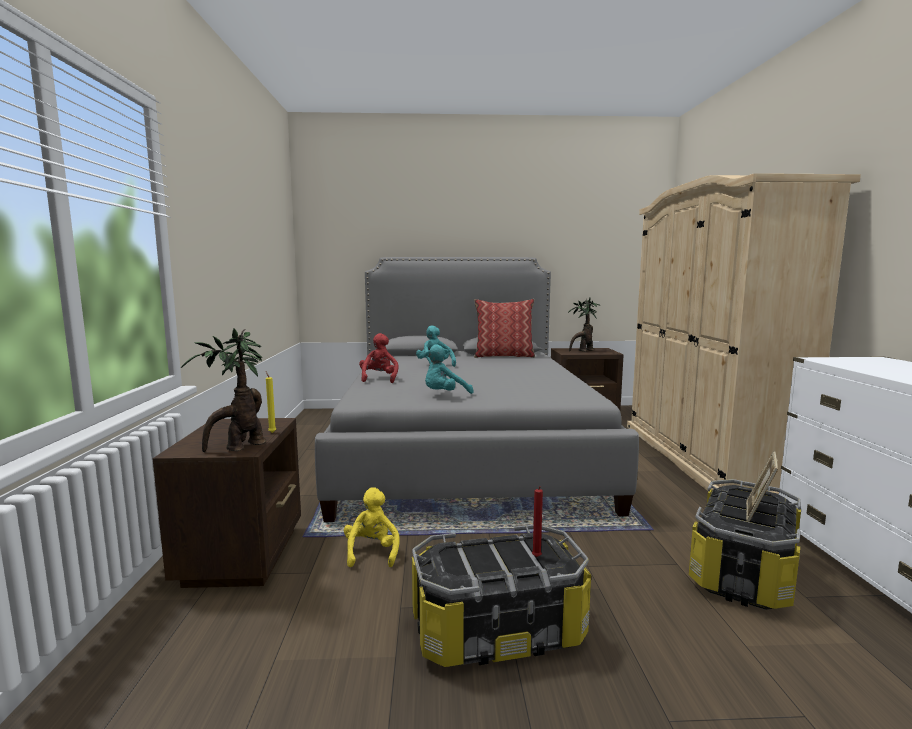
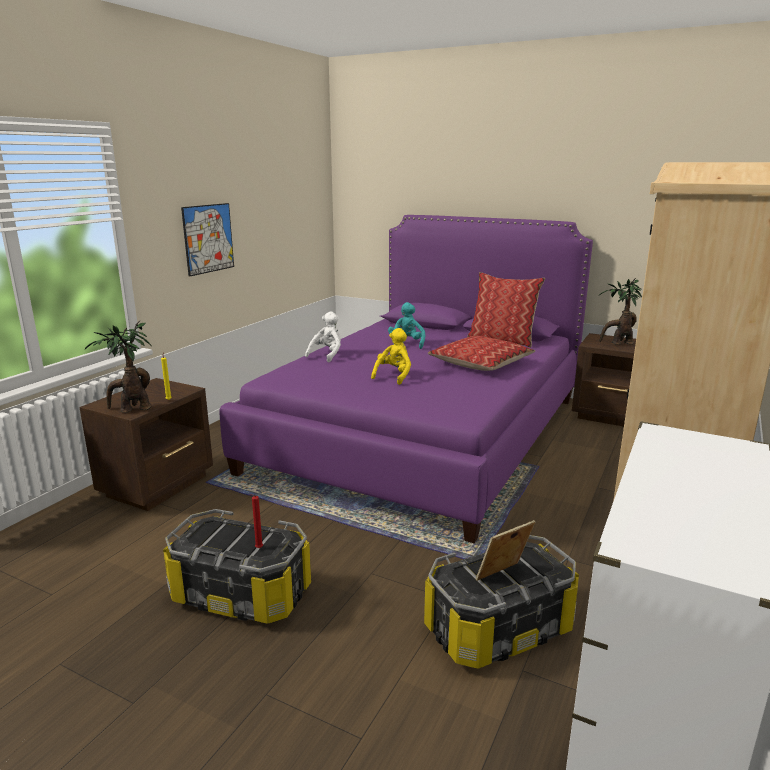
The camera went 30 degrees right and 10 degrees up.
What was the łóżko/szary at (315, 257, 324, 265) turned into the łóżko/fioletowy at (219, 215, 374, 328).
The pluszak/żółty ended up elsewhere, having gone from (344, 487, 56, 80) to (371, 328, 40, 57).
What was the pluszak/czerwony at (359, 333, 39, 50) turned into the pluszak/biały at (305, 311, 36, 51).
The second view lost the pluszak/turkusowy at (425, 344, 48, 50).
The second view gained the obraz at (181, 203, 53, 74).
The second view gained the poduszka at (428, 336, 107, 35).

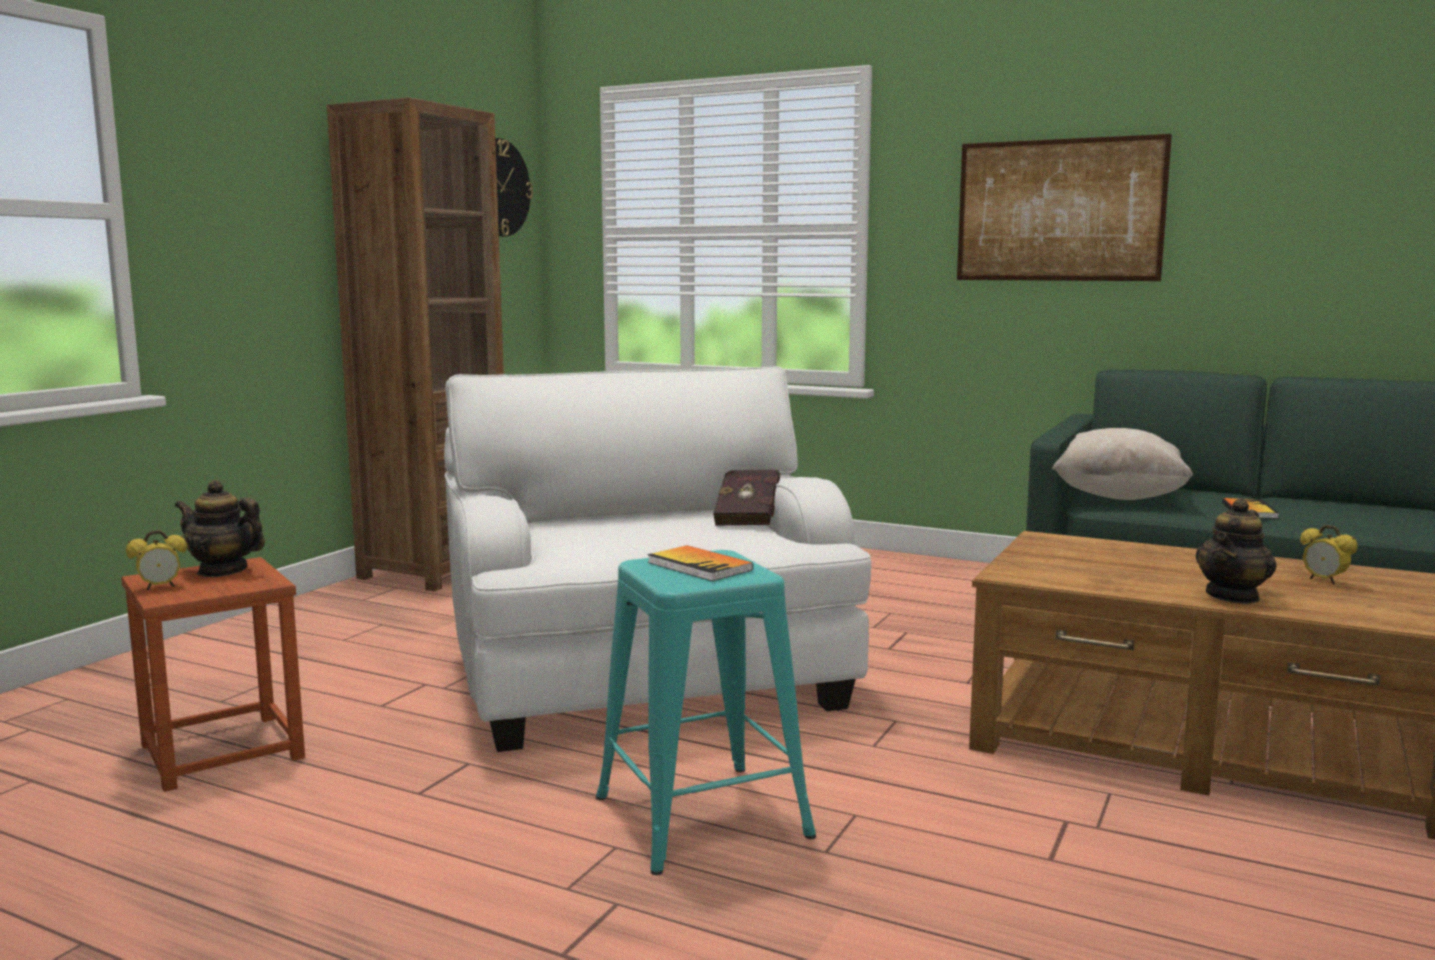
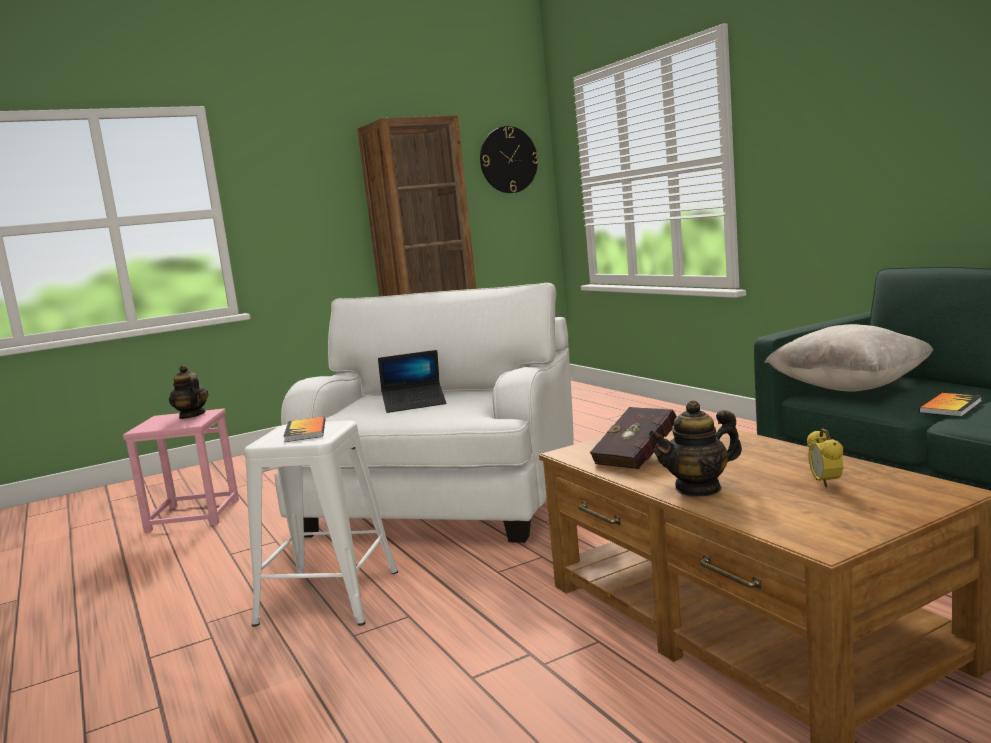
The camera went 35 degrees right and 0 degrees up.
What was the stołek/brązowy at (121, 557, 184, 235) turned into the stołek/różowy at (123, 409, 116, 124).
The second view lost the budzik at (126, 530, 61, 60).
What was the stołek/turkusowy at (596, 550, 220, 325) turned into the stołek/biały at (244, 420, 154, 207).
The książka/czerwony ended up elsewhere, having gone from (713, 470, 67, 56) to (590, 407, 87, 62).
The second view lost the obraz at (957, 134, 215, 147).
The second view gained the laptop at (378, 350, 68, 63).

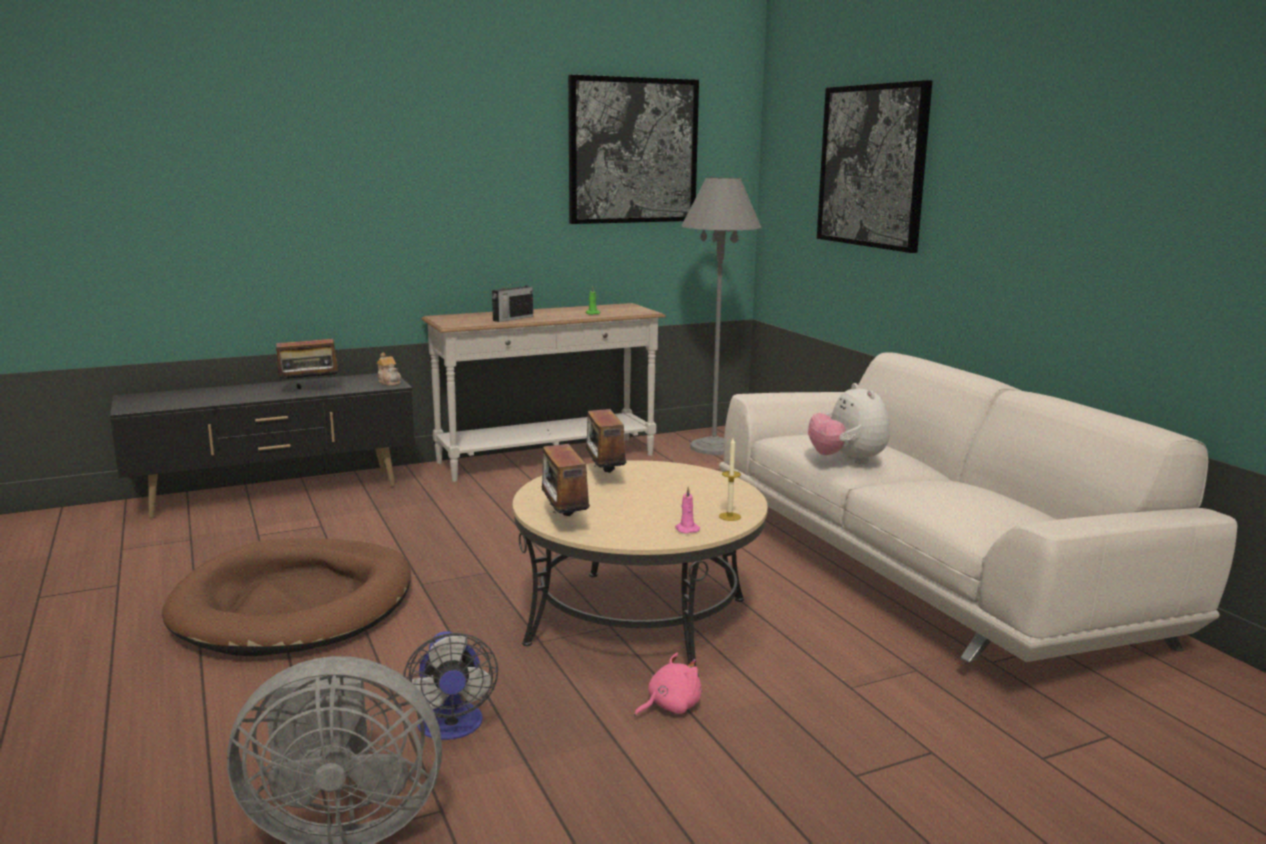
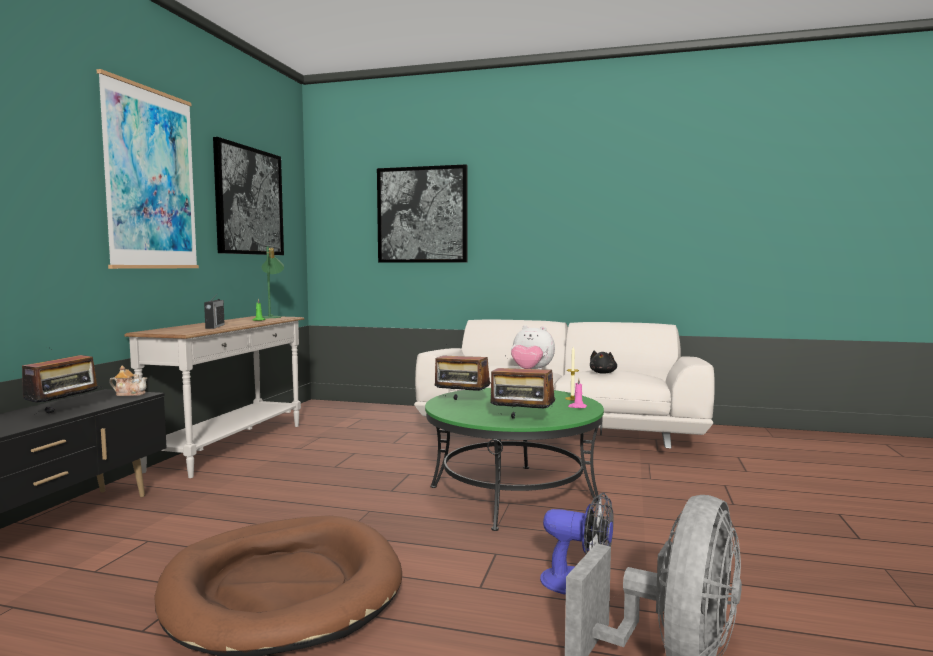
The camera went 50 degrees left and 10 degrees down.
What was the ława/beżowy at (513, 460, 255, 217) turned into the ława/zielony at (425, 388, 179, 143).
The second view lost the pluszak/różowy at (634, 653, 68, 64).
The second view lost the lampa stojąca/szary at (681, 178, 81, 277).
The second view gained the obraz at (96, 69, 103, 200).
The second view gained the lampa stołowa/zielony at (262, 247, 22, 71).
The second view gained the pluszak/czarny at (590, 351, 27, 23).

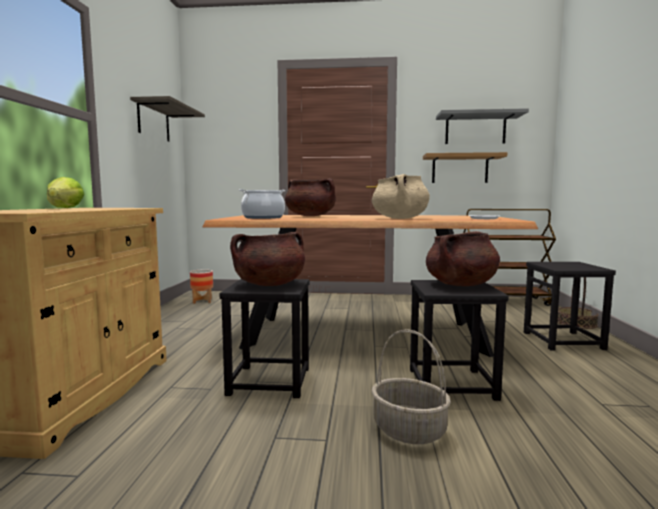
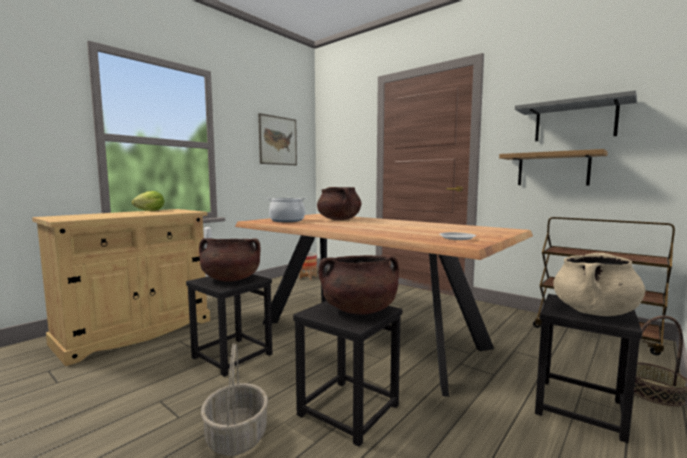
The camera went 35 degrees right and 0 degrees up.
Where the półka hung at (130, 96, 75, 46), the obraz came to hang at (258, 113, 39, 52).
The garnek/beżowy ended up elsewhere, having gone from (372, 174, 58, 45) to (553, 253, 92, 63).

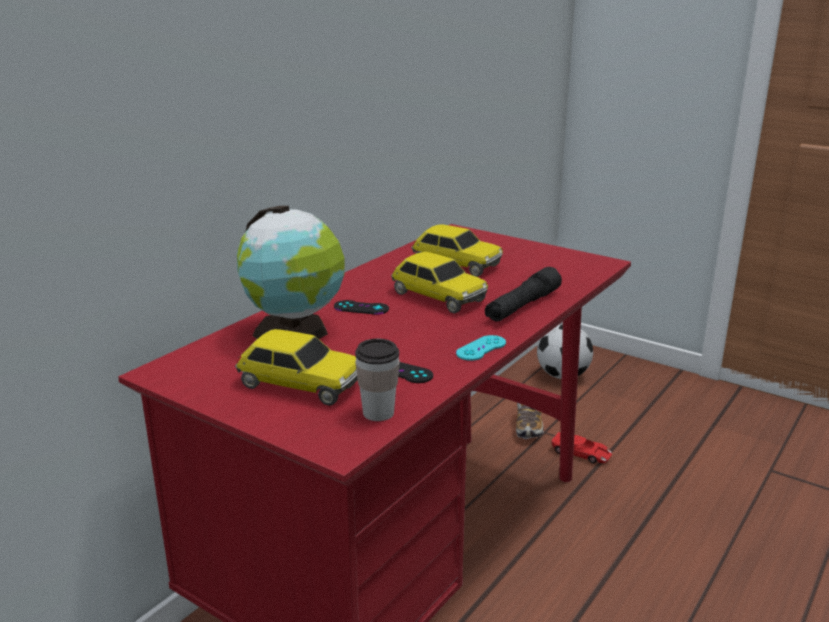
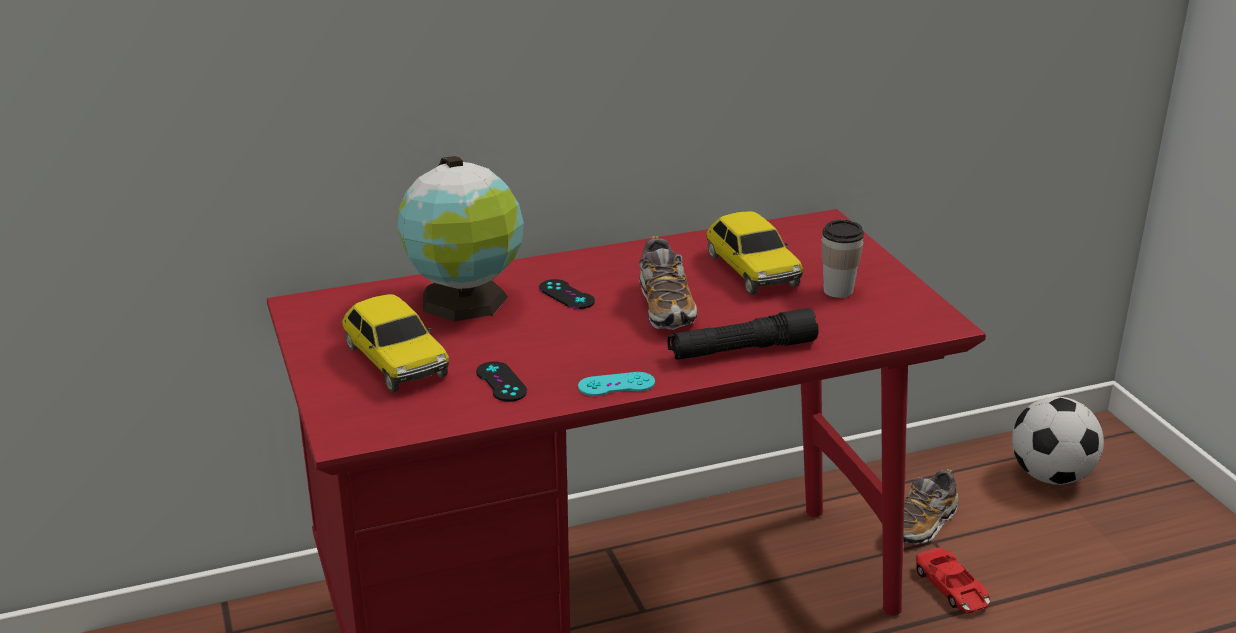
The camera went 35 degrees right and 5 degrees up.
The filiżanka ended up elsewhere, having gone from (355, 339, 45, 82) to (822, 220, 42, 78).
Where the samochodzik stood at (391, 252, 97, 62), the but came to stand at (639, 236, 58, 94).

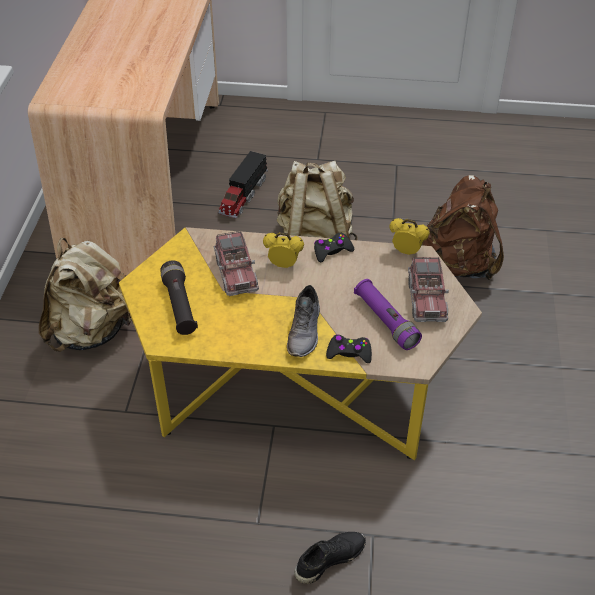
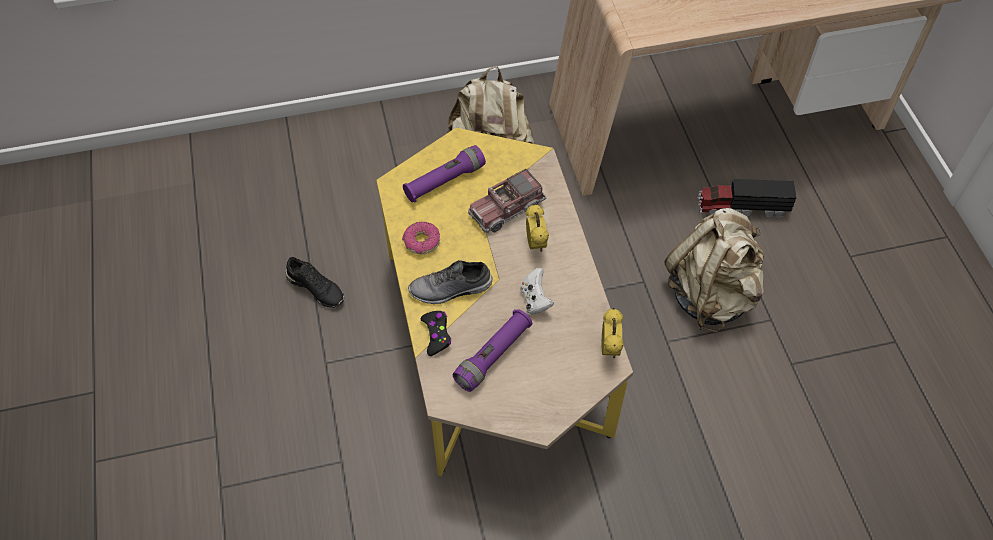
The camera went 70 degrees right and 10 degrees up.
What was the latarka/czarny at (161, 260, 37, 75) turned into the latarka/fioletowy at (403, 145, 83, 58).
The but/czarny ended up elsewhere, having gone from (294, 532, 72, 52) to (285, 257, 59, 51).
The second view lost the pad do gier/czarny at (314, 233, 40, 29).
The second view lost the ciężarówka zabawkowa at (408, 257, 41, 65).
The second view lost the plecak/brązowy at (422, 175, 82, 105).
The second view gained the donut at (402, 222, 38, 32).
The second view gained the pad do gier/biały at (520, 268, 34, 47).

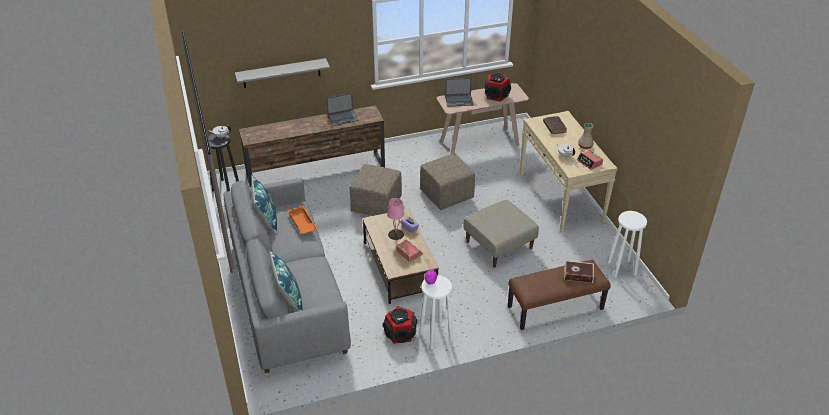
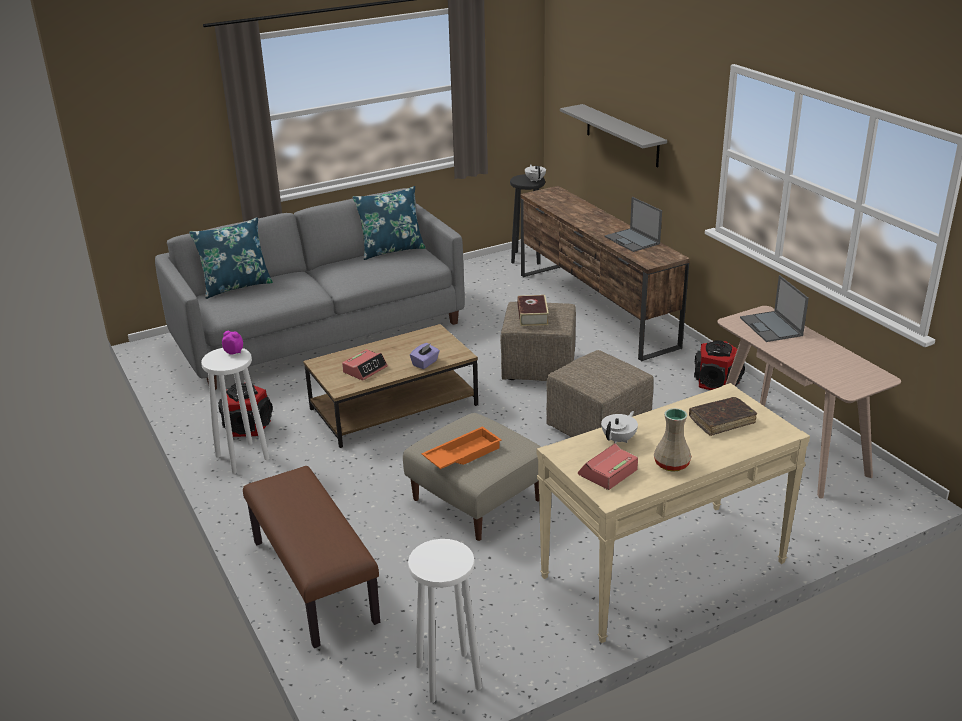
The camera went 80 degrees right and 10 degrees down.
The taca/pomarańczowy ended up elsewhere, having gone from (288, 206, 30, 28) to (421, 426, 80, 43).
The second view lost the lampa stołowa/różowy at (387, 198, 17, 42).
The głośnik ended up elsewhere, having gone from (485, 73, 26, 29) to (694, 340, 51, 50).
The książka ended up elsewhere, having gone from (564, 261, 30, 22) to (517, 295, 32, 31).

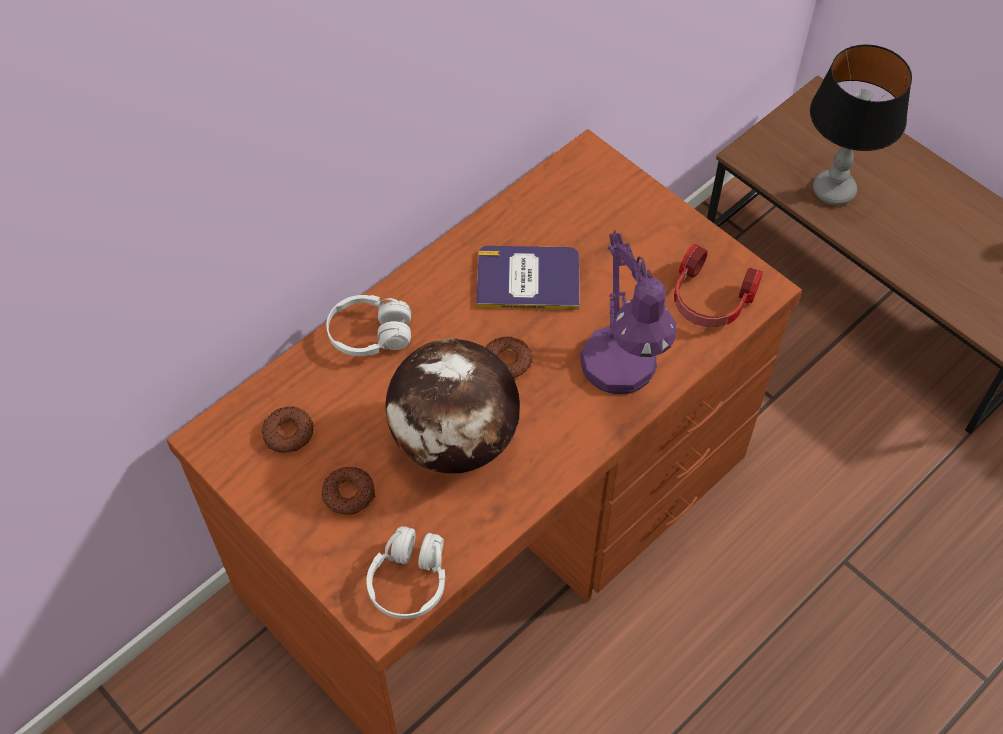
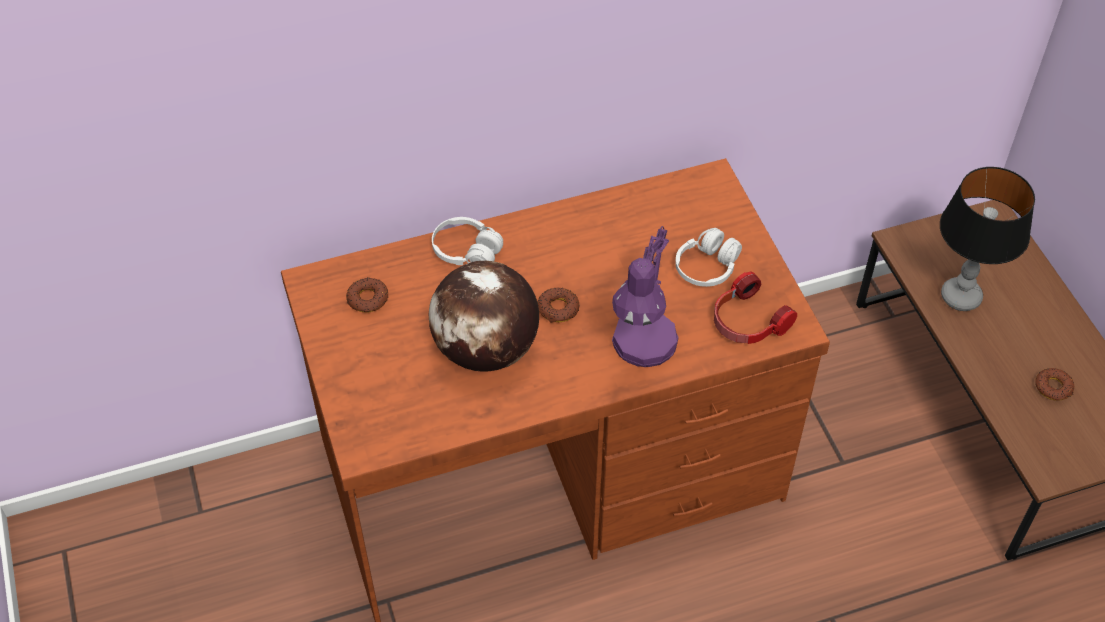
The camera went 25 degrees right and 5 degrees down.
The donut ended up elsewhere, having gone from (322, 467, 53, 48) to (1035, 368, 39, 33).
The słuchawki/biały ended up elsewhere, having gone from (366, 526, 79, 93) to (675, 228, 67, 59).
The second view lost the książka at (477, 246, 103, 64).

